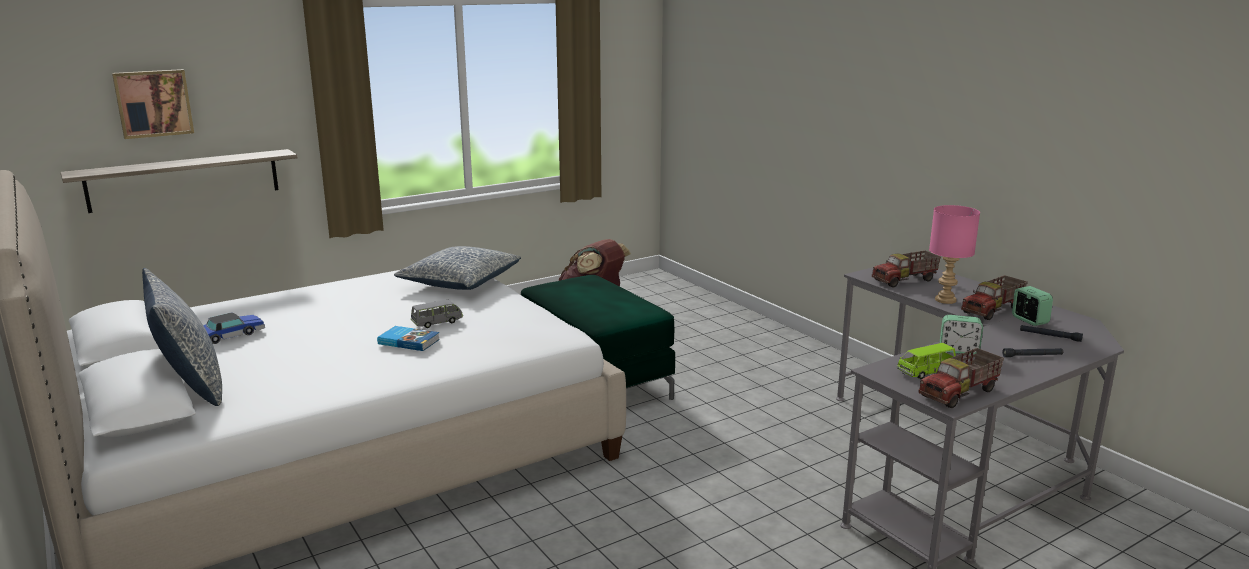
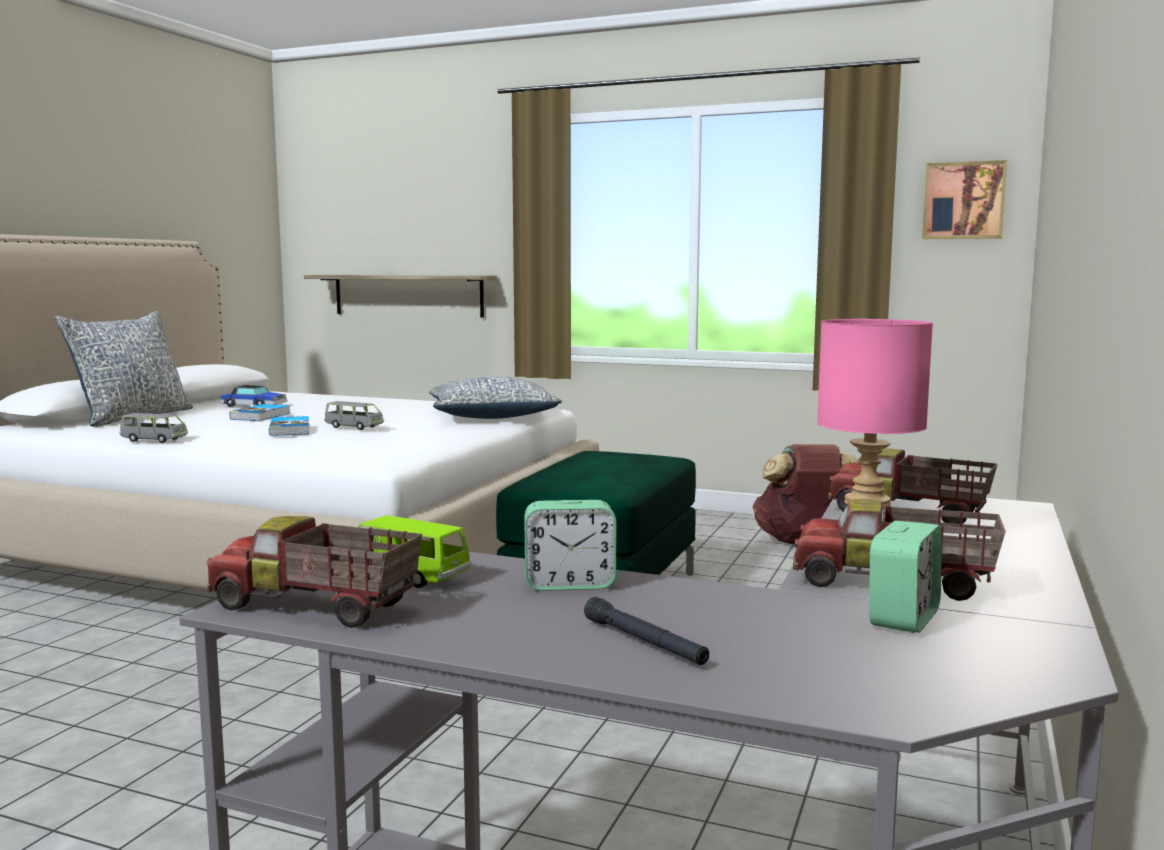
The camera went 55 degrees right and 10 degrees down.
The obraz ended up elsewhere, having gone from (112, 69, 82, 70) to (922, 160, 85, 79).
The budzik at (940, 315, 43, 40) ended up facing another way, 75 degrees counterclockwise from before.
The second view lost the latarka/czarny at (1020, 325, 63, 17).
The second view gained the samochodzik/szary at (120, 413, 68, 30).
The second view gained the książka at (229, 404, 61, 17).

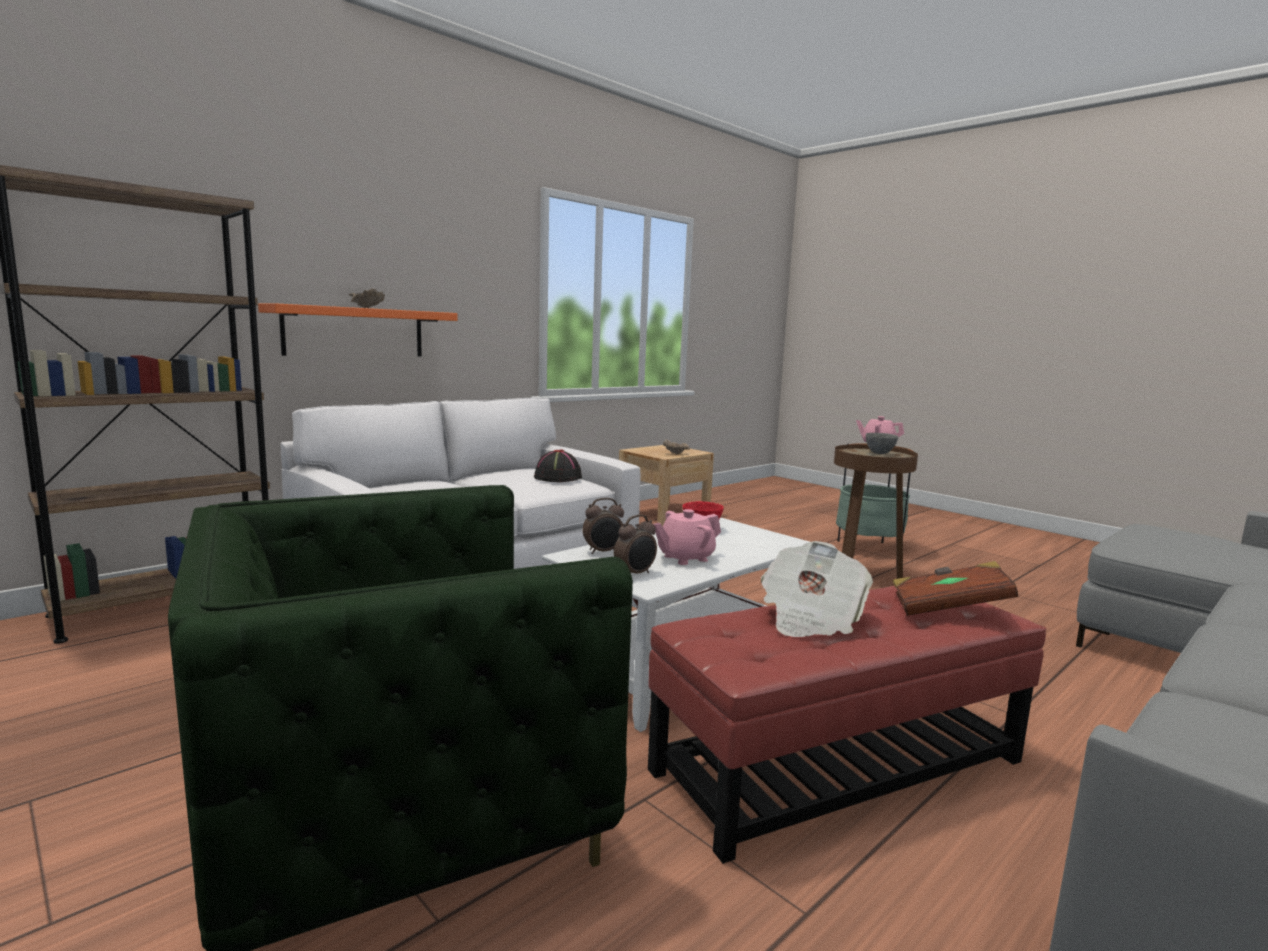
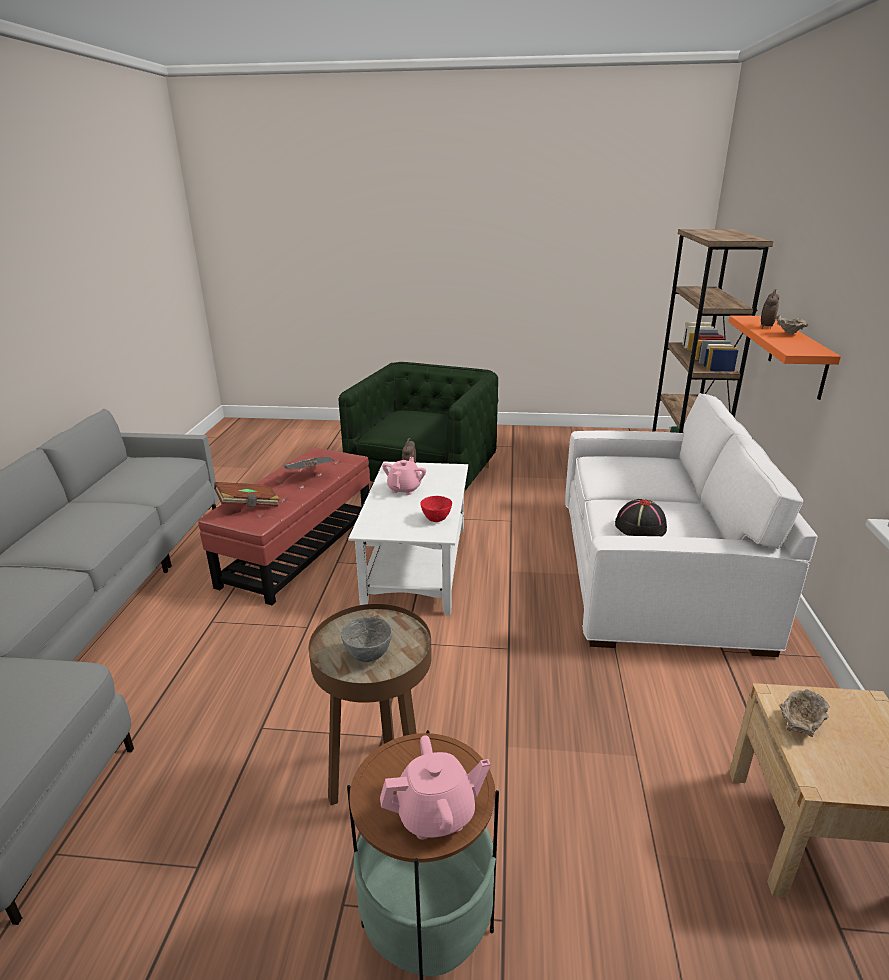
The camera went 140 degrees right and 15 degrees up.
The budzik ended up elsewhere, having gone from (583, 498, 41, 56) to (761, 289, 18, 40).

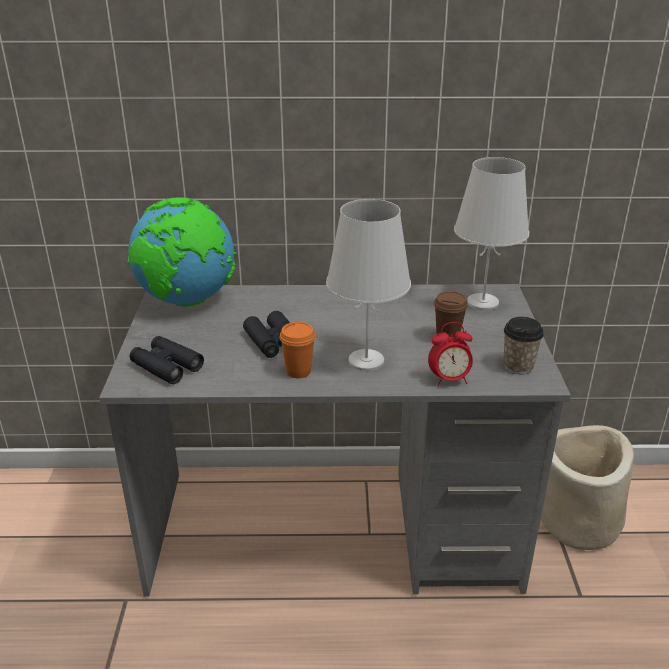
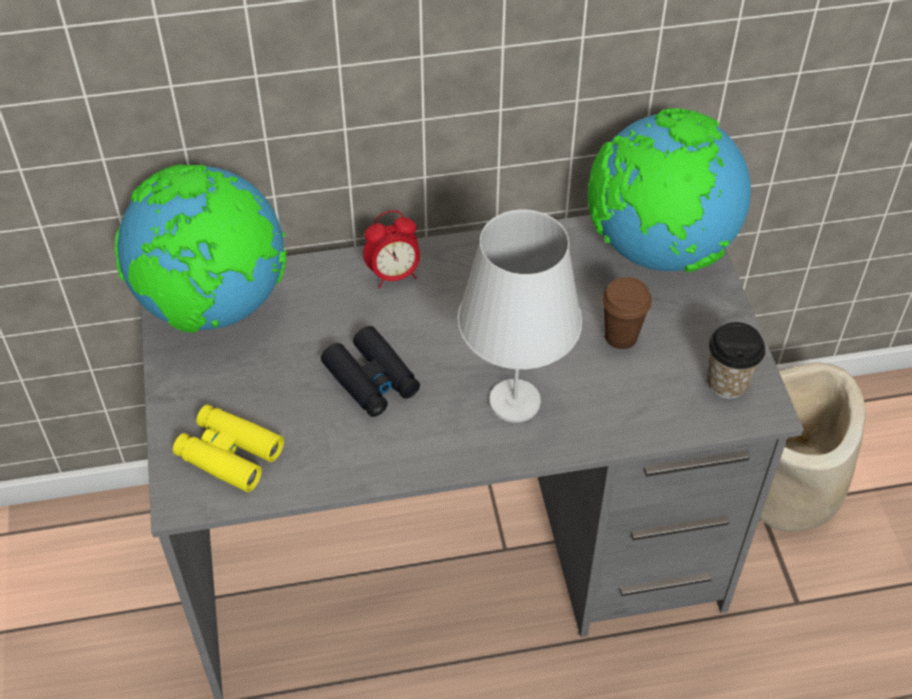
The camera went 10 degrees left and 20 degrees up.
What was the lornetka/czarny at (130, 336, 74, 48) turned into the lornetka/żółty at (173, 405, 111, 87).
The second view lost the filiżanka/pomarańczowy at (279, 322, 37, 57).
The budzik ended up elsewhere, having gone from (428, 322, 45, 64) to (363, 210, 57, 79).
Where the lampa stołowa/biały stood at (454, 157, 75, 153), the globus came to stand at (588, 109, 163, 164).

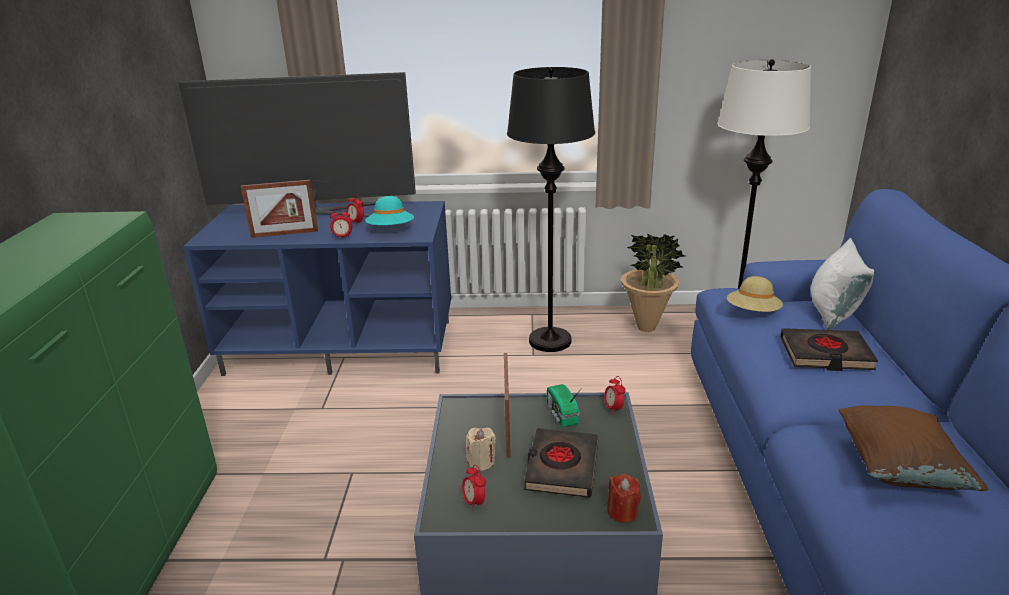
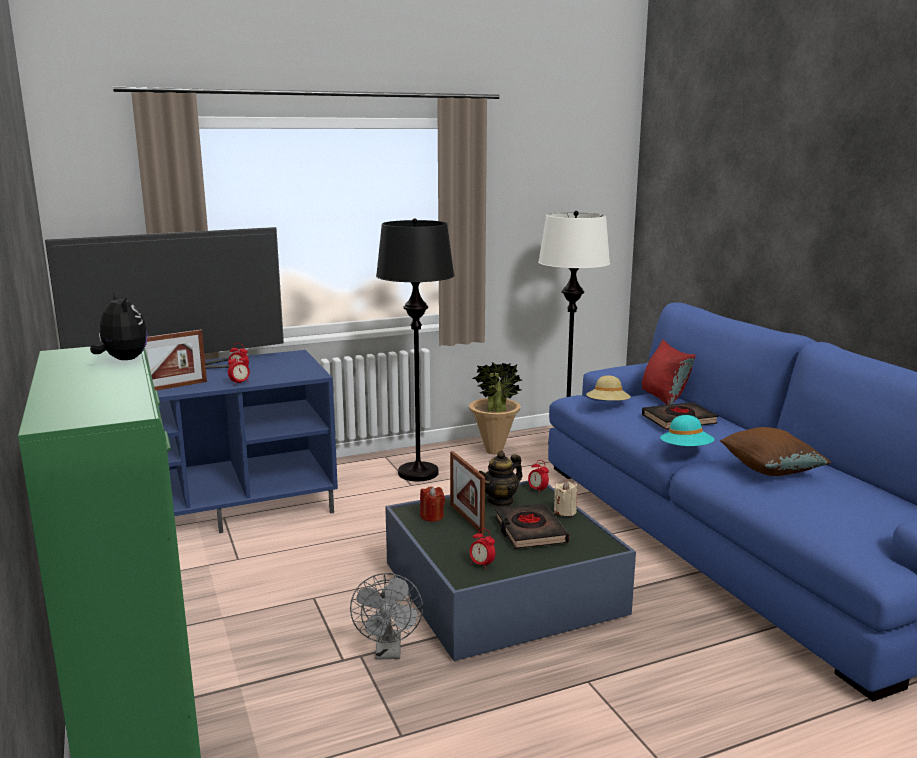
The camera went 25 degrees left and 10 degrees down.
The kapelusz/turkusowy ended up elsewhere, having gone from (365, 196, 49, 29) to (660, 415, 55, 31).
The świeca/beżowy ended up elsewhere, having gone from (466, 428, 30, 43) to (554, 480, 24, 36).
Where the radio stood at (547, 384, 35, 43), the imbryk came to stand at (479, 451, 43, 56).
The świeca/czerwony ended up elsewhere, having gone from (607, 474, 34, 49) to (420, 486, 25, 36).
What was the poduszka/biały at (811, 238, 63, 92) turned into the poduszka/czerwony at (642, 339, 53, 66).
The second view gained the pluszak at (90, 292, 58, 68).
The second view gained the wentylator/szary at (350, 573, 73, 87).

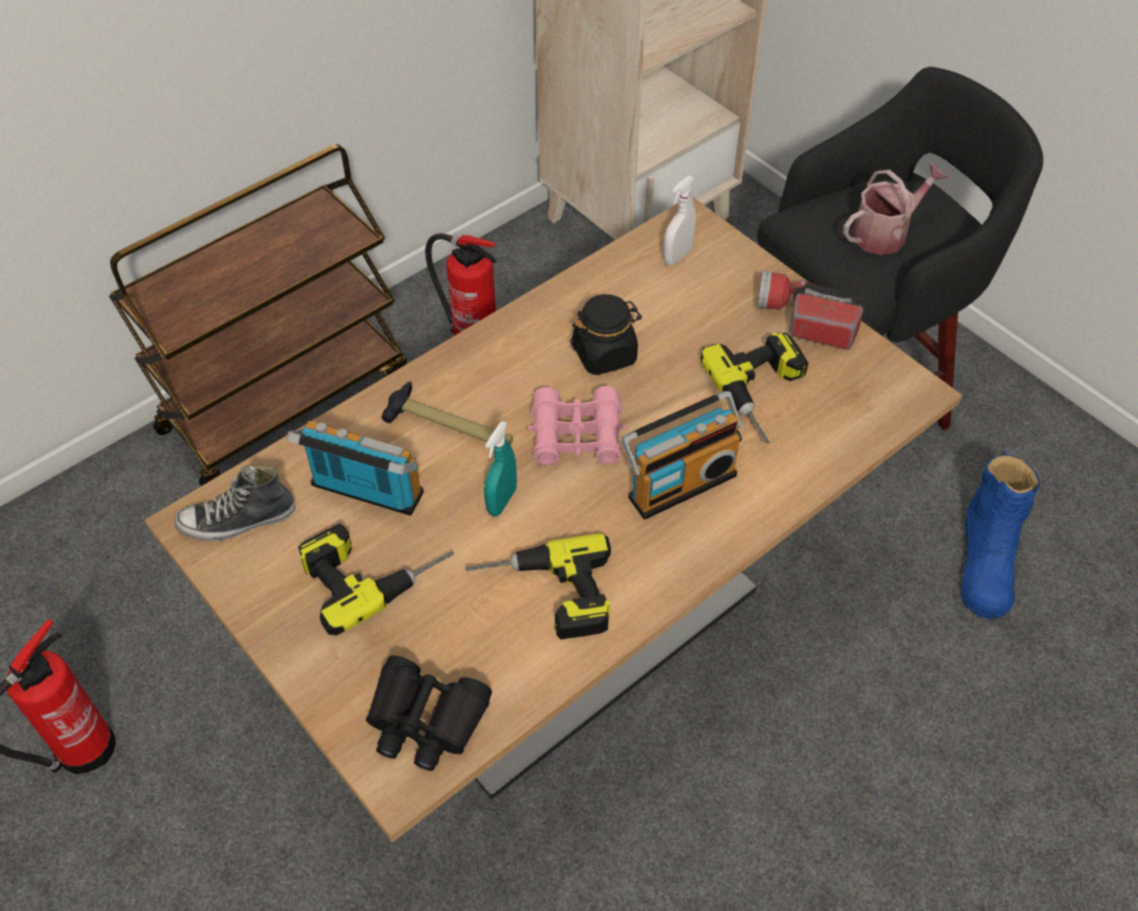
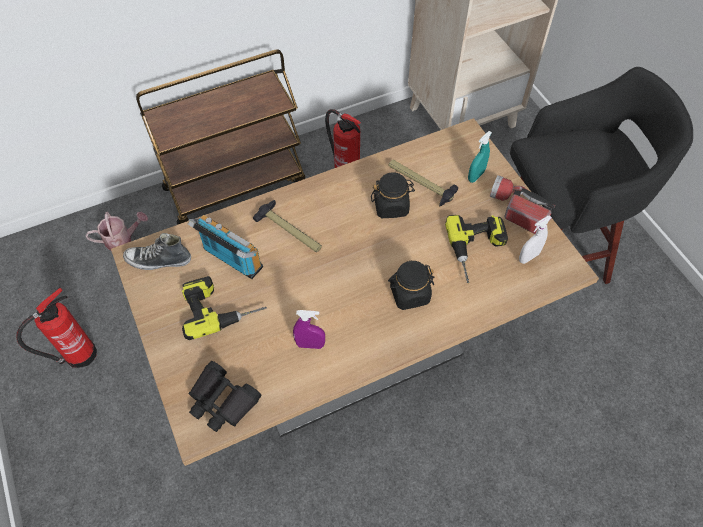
The camera went 15 degrees right and 5 degrees up.
Where the wiertarka stood at (465, 533, 146, 107), the spryskiwacz/fioletowy came to stand at (293, 310, 32, 39).
The spryskiwacz/turkusowy ended up elsewhere, having gone from (484, 421, 33, 95) to (468, 131, 24, 52).
The second view lost the lornetka/różowy at (527, 386, 100, 79).
Where the radio stood at (621, 391, 121, 129), the słoik/czarny came to stand at (388, 261, 46, 49).
The spryskiwacz/biały ended up elsewhere, having gone from (663, 176, 33, 89) to (519, 215, 33, 49).
The konewka ended up elsewhere, having gone from (843, 163, 105, 92) to (85, 212, 63, 39).
The second view lost the but z cholewką/niebieski at (961, 451, 79, 168).
The second view gained the młotek at (388, 160, 70, 47).

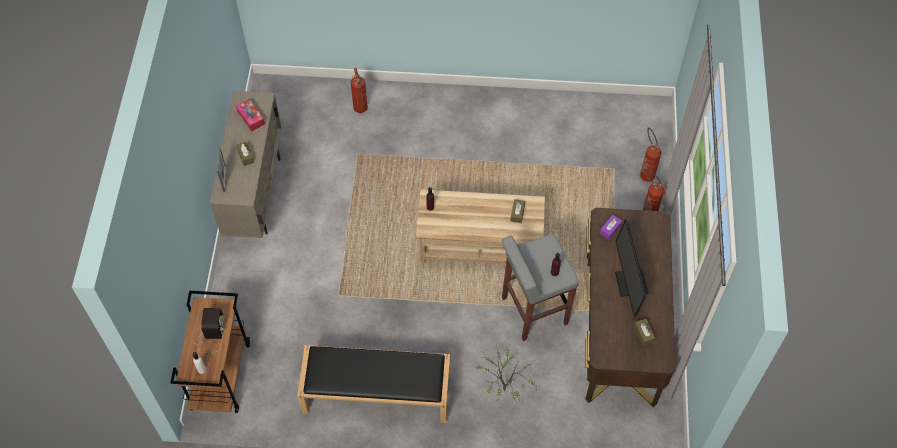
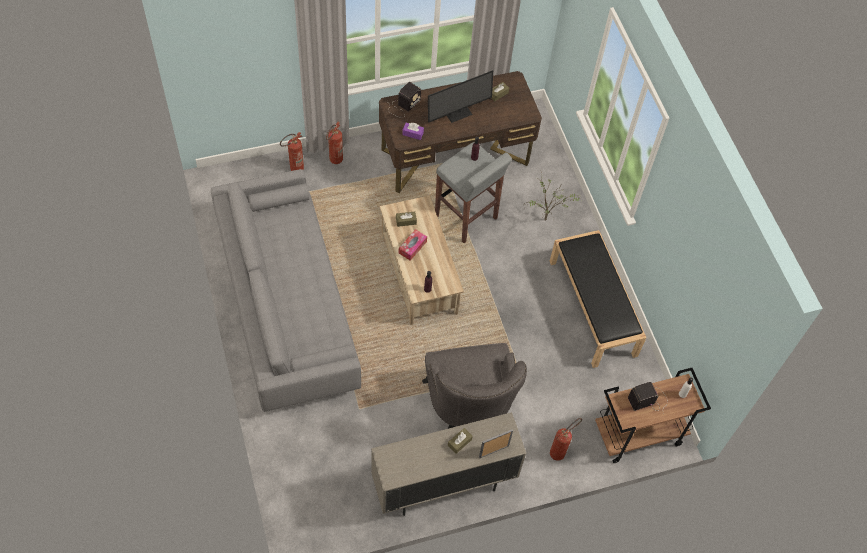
The camera went 115 degrees left and 0 degrees up.
The pudełko chusteczek ended up elsewhere, having gone from (236, 99, 29, 33) to (398, 229, 29, 32).
The gaśnica ended up elsewhere, having gone from (351, 68, 17, 45) to (550, 418, 32, 43).
The second view gained the kanapa/szary at (211, 169, 150, 243).
The second view gained the radio at (388, 82, 33, 36).
The second view gained the fotel/szary at (422, 343, 105, 86).

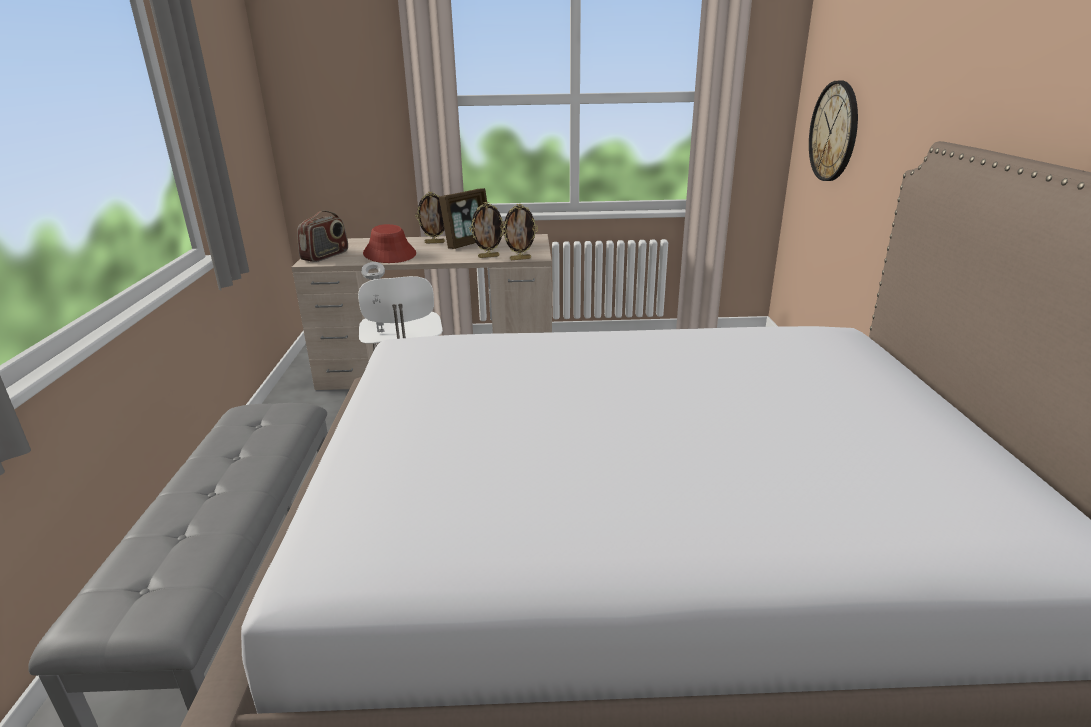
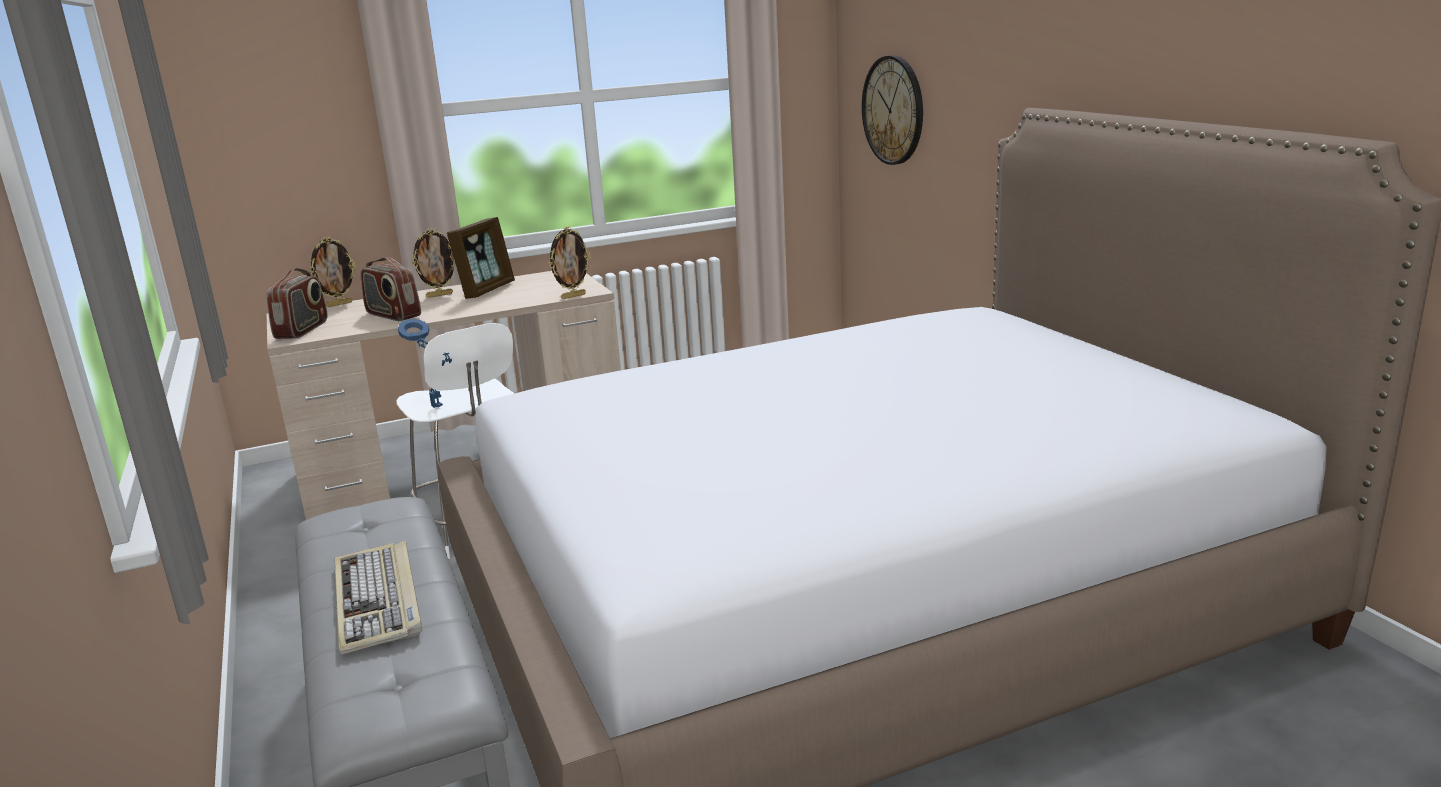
The camera went 20 degrees left and 5 degrees down.
What was the lampa stołowa/szary at (361, 262, 24, 71) turned into the lampa stołowa/niebieski at (398, 319, 54, 89).
Where the kapelusz/czerwony stood at (363, 224, 53, 39), the radio came to stand at (360, 257, 61, 64).
The ramka na zdjęcie ended up elsewhere, having gone from (470, 202, 34, 56) to (309, 237, 47, 70).
The second view gained the klawiatura at (334, 541, 88, 113).

